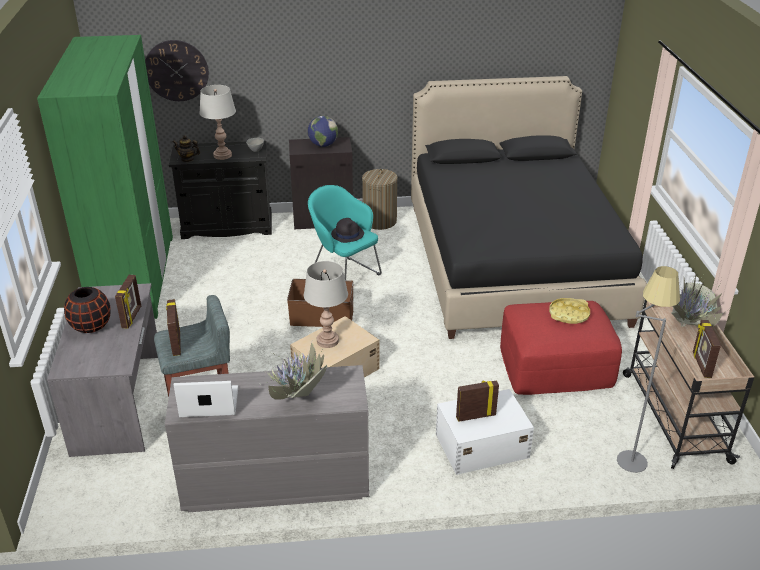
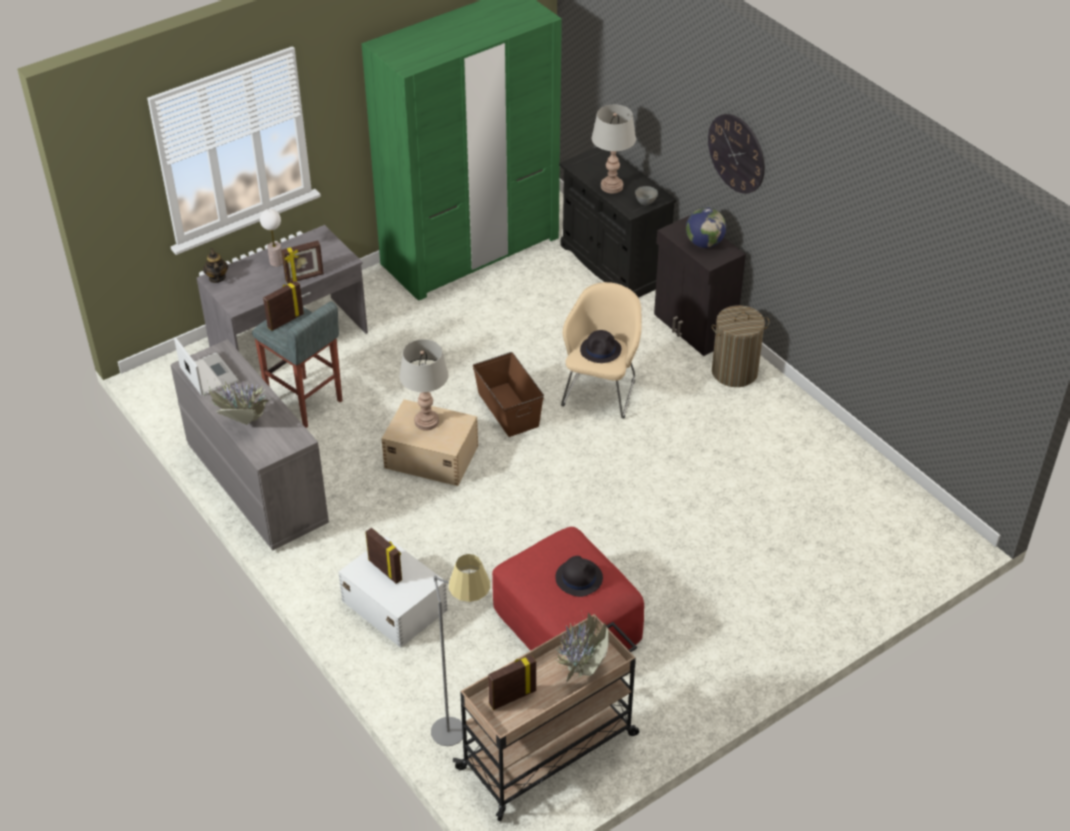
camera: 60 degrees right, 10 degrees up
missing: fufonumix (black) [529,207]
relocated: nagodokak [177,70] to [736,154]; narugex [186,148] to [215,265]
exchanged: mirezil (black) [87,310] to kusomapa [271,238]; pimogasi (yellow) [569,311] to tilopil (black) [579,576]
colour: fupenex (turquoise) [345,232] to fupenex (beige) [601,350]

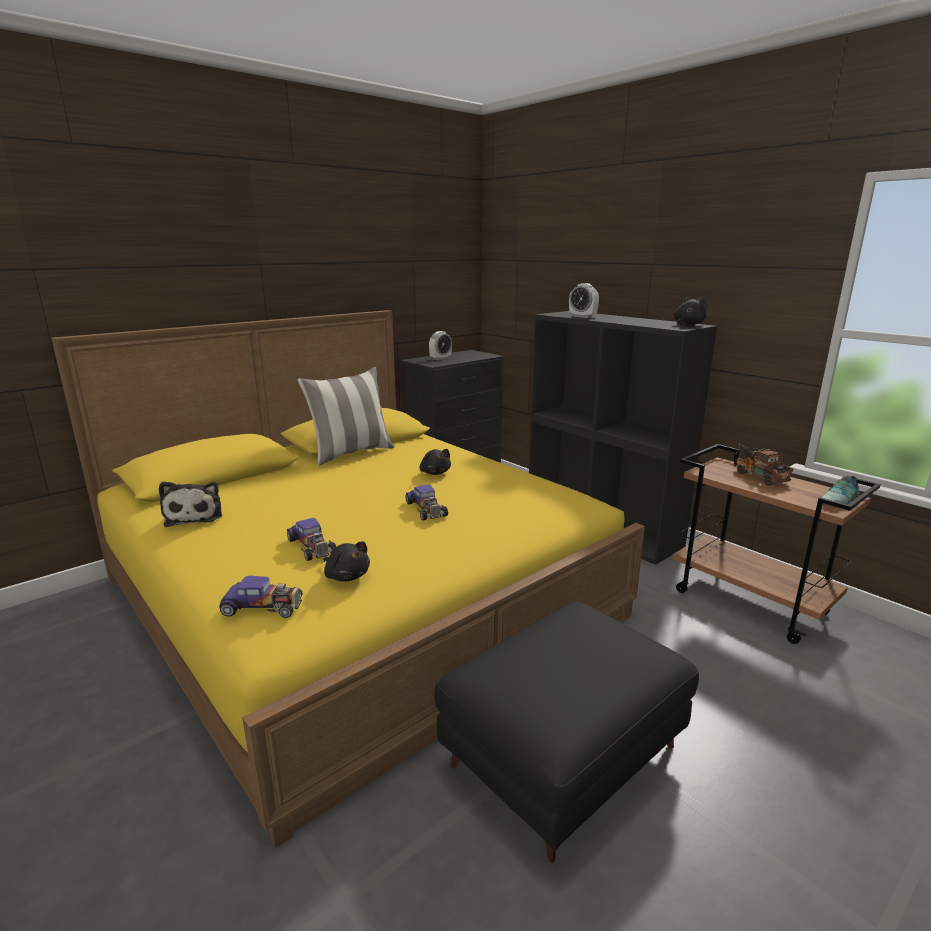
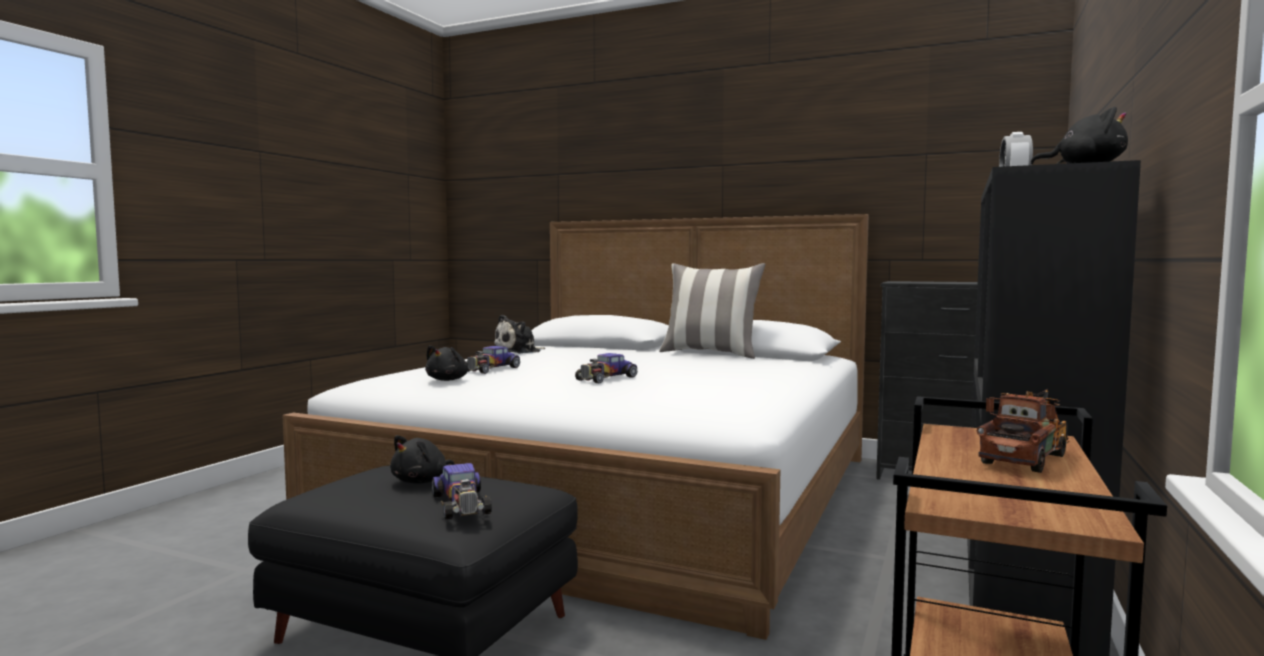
camera: 65 degrees right, 15 degrees down
missing: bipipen [440,345]; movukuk [840,490]
relocated: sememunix [261,597] to [462,491]; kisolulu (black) [435,462] to [422,459]
colour: fufonumix (yellow) [348,579] to fufonumix (white) [575,427]

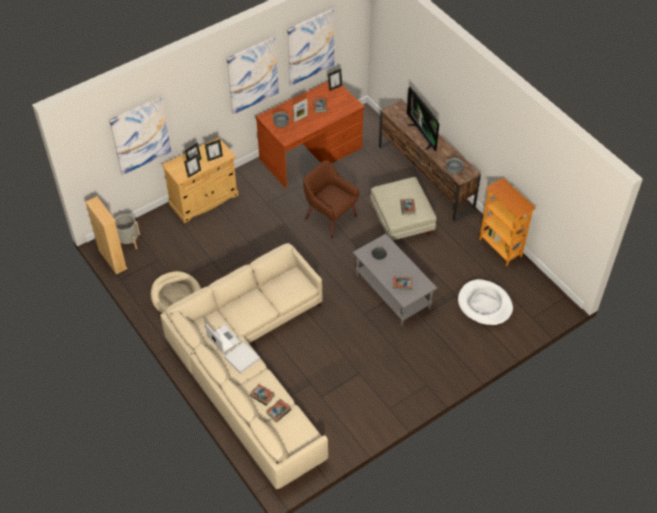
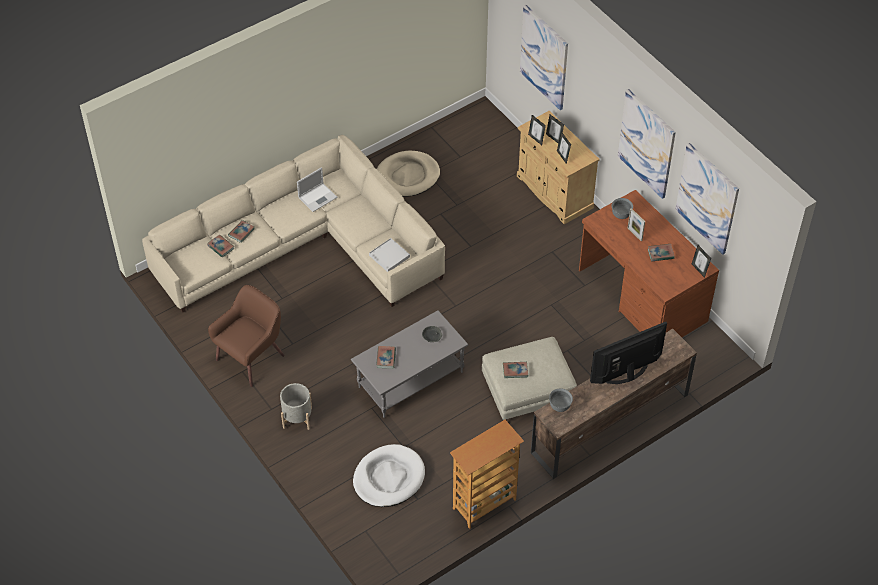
camera: 90 degrees right, 0 degrees up
missing: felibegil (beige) [107,235]
relocated: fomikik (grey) [127,232] to [296,406]; pimogasi (white) [242,357] to [389,255]; fupenex (brown) [331,199] to [246,336]

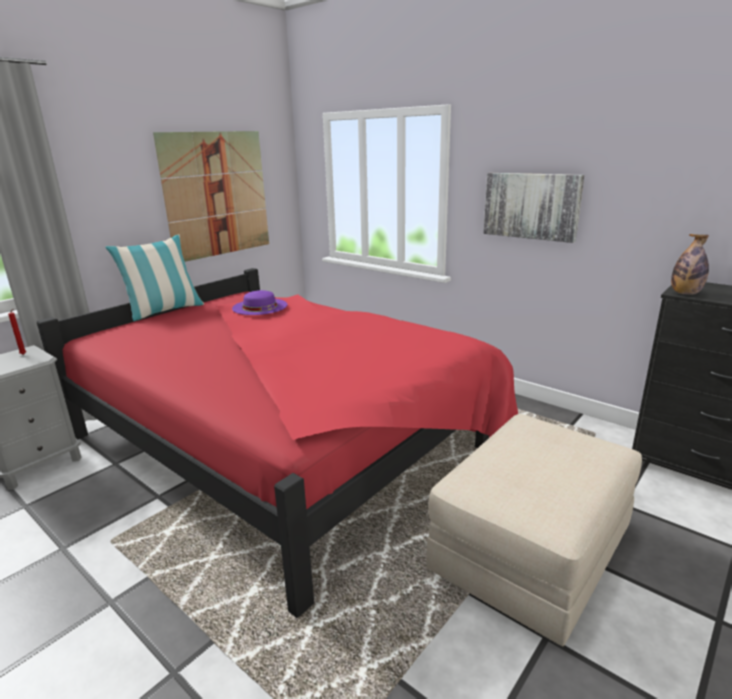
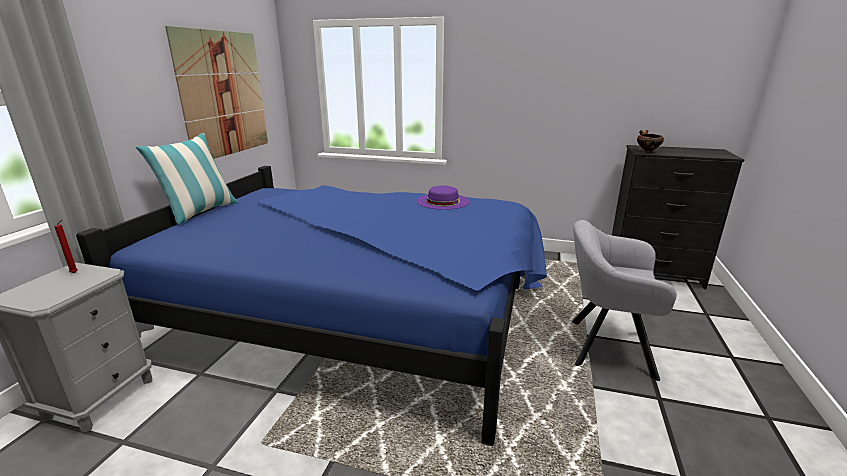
camera: 25 degrees left, 0 degrees up
missing: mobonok [534,208]
relocated: tilopil (purple) [260,302] to [443,198]
exchanged: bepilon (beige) [534,530] to fupenex (grey) [624,300]; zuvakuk [690,264] to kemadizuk [650,142]
colour: fufonumix (red) [277,443] to fufonumix (blue) [311,306]

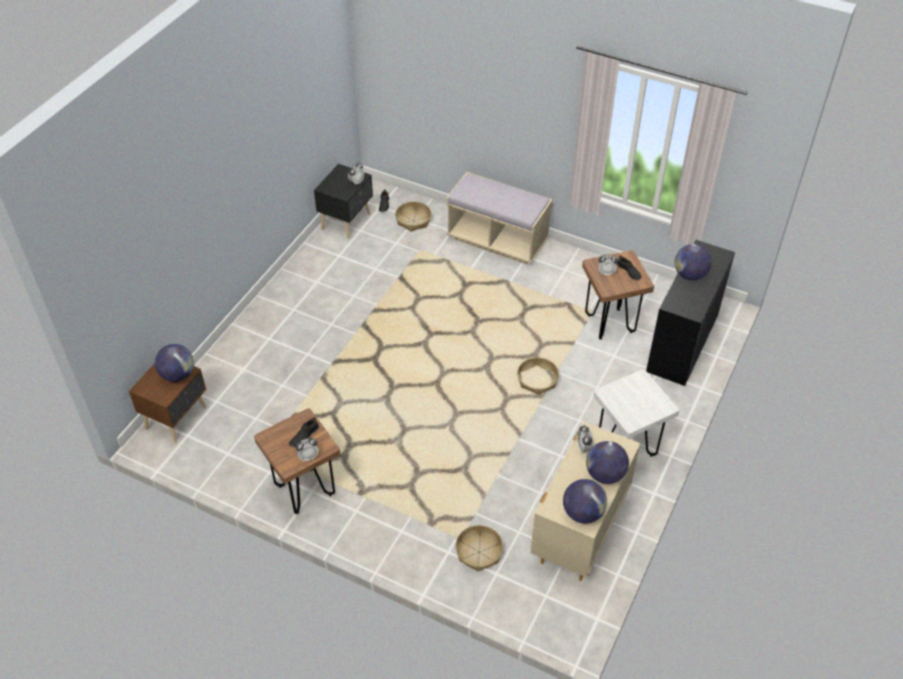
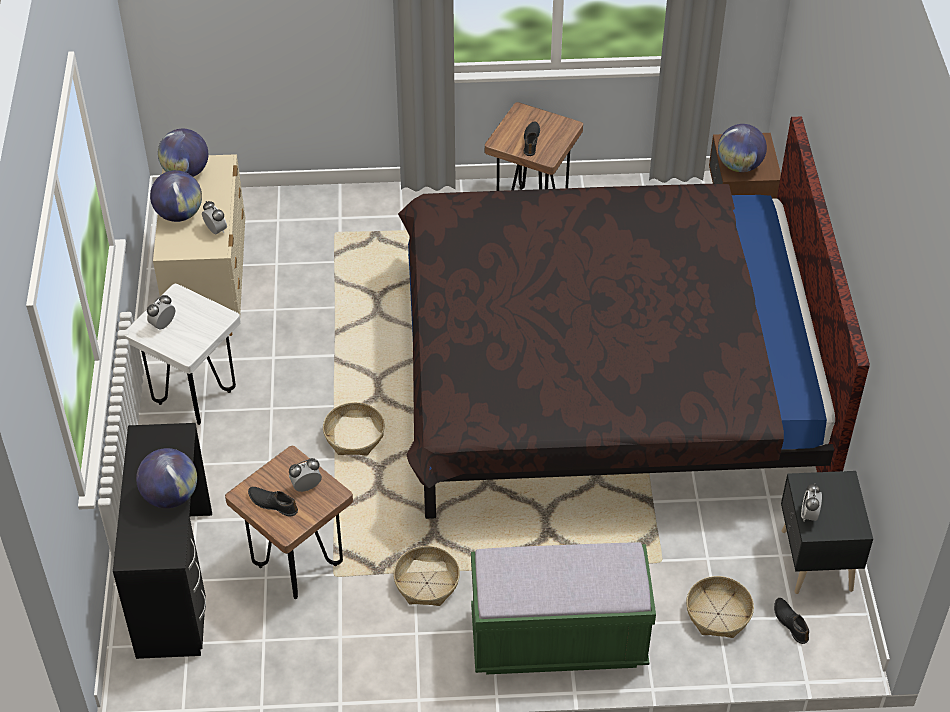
camera: 150 degrees right, 0 degrees up
appeared: fufonumix [634,317]
relocated: bipipen [307,450] to [161,312]; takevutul [479,548] to [426,576]
colour: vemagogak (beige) [499,218] to vemagogak (green) [563,608]

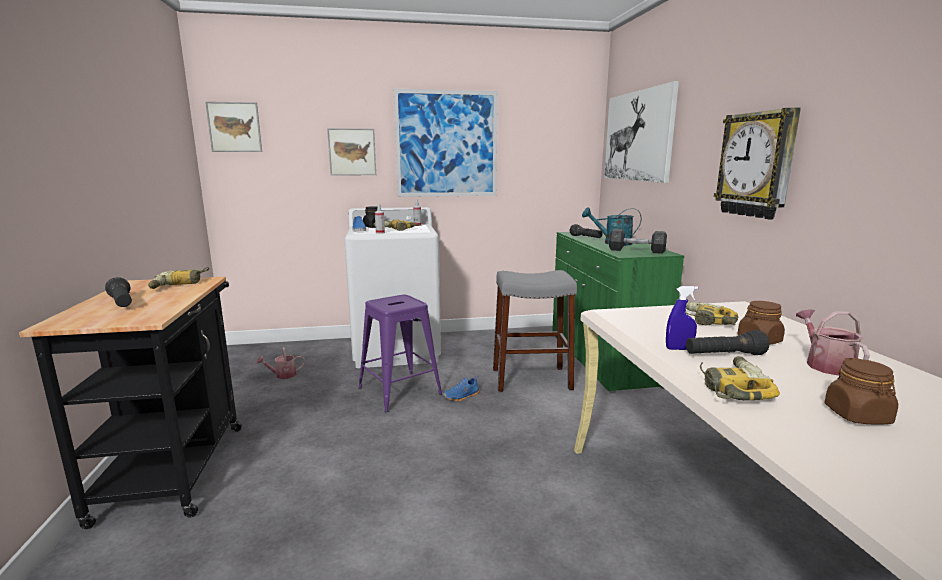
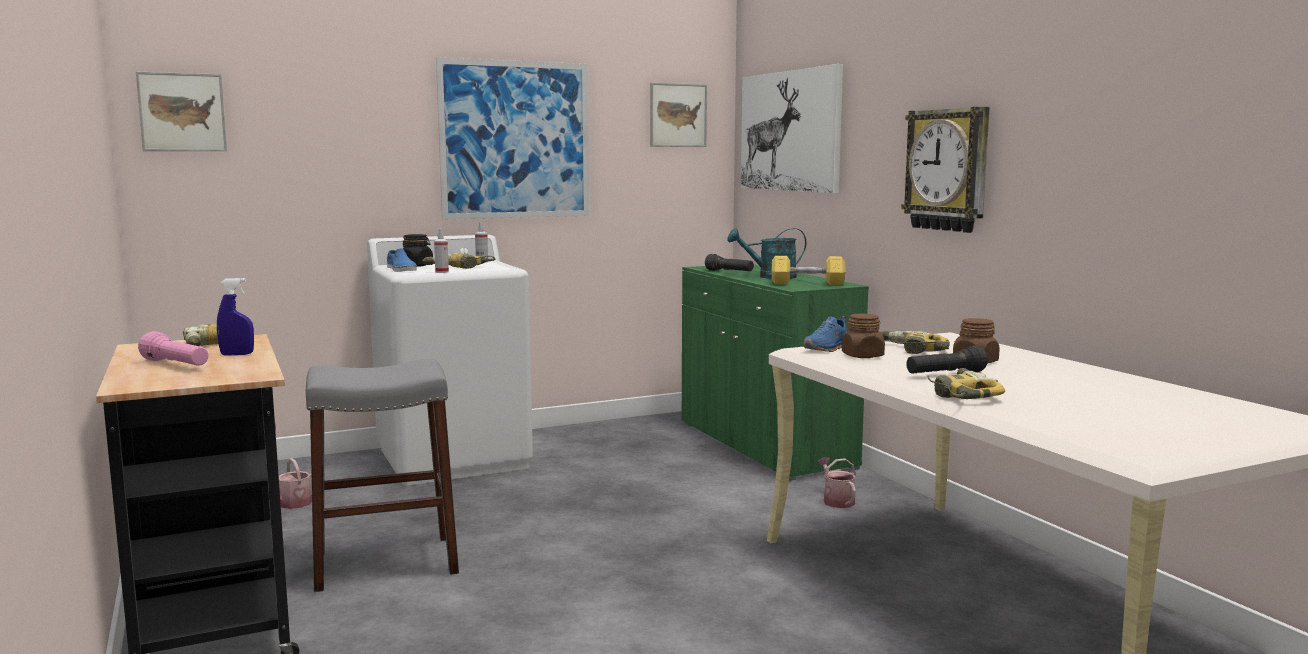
camera: 15 degrees left, 5 degrees down
missing: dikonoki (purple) [400,353]
relocated: mobonok [351,152] to [678,115]; movukuk (blue) [461,388] to [825,334]; dikonoki (grey) [535,331] to [382,475]; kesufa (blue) [682,318] to [235,317]; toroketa [833,342] to [836,482]; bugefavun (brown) [861,391] to [863,336]
colour: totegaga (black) [118,292] to totegaga (pink) [173,348]; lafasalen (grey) [638,241] to lafasalen (yellow) [808,270]

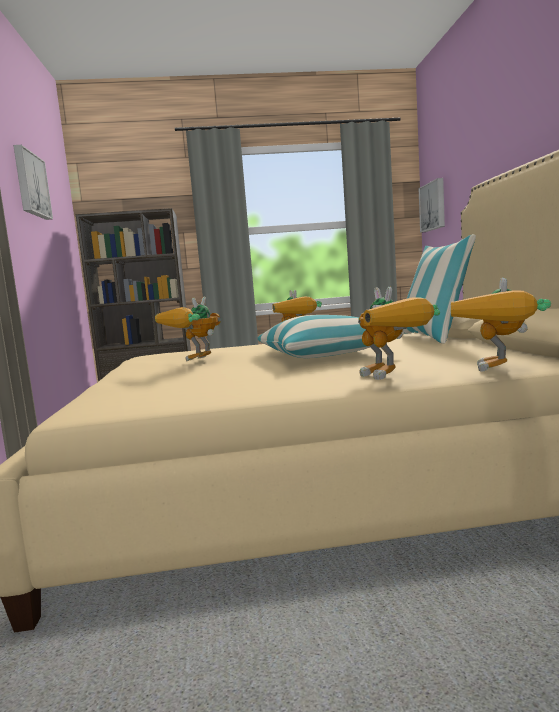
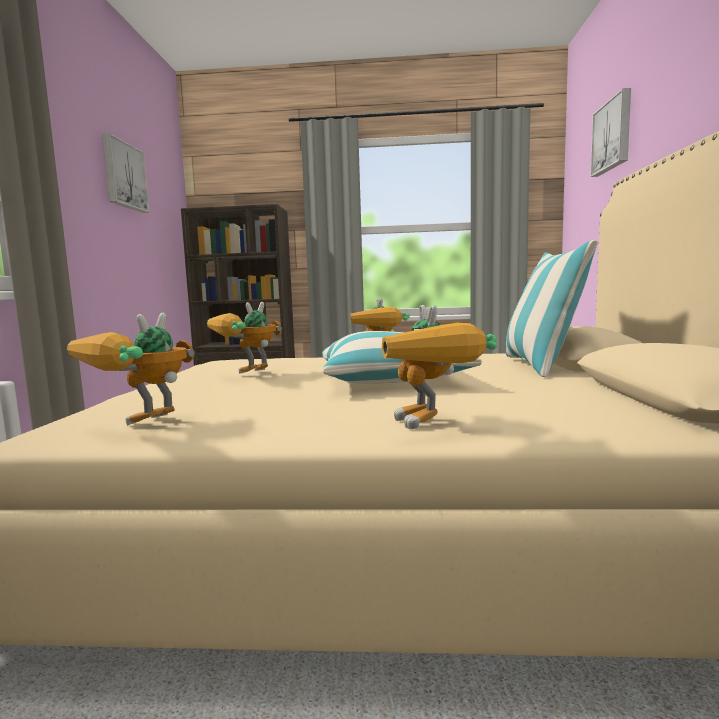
camera: 10 degrees right, 0 degrees up
relocated: mobonok [431,205] to [610,132]; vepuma [501,324] to [130,369]

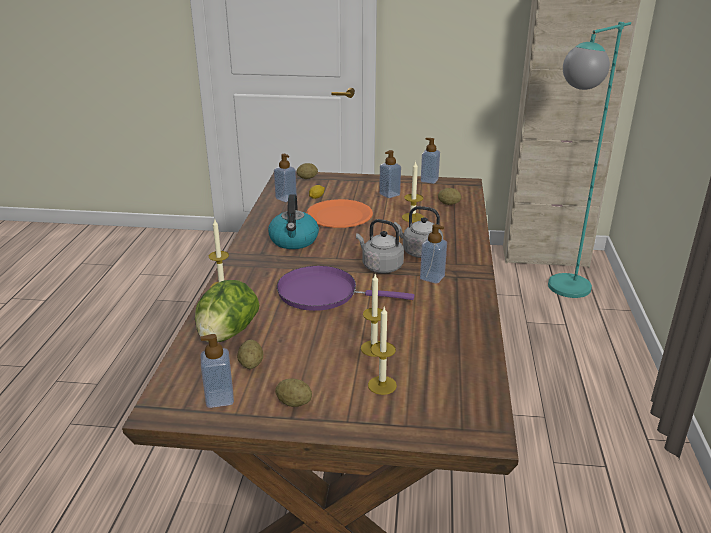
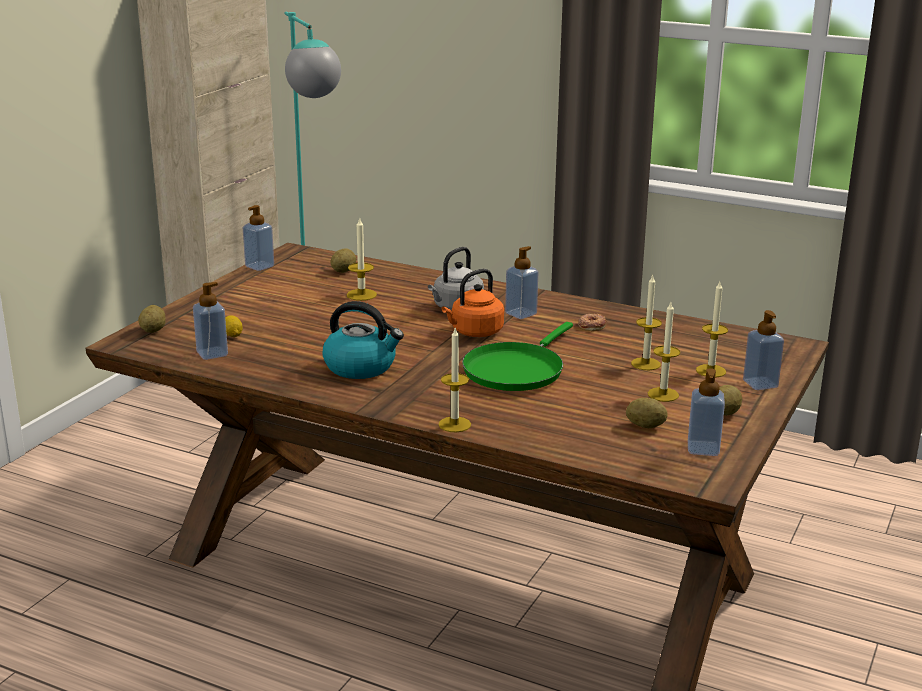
camera: 70 degrees left, 5 degrees down
missing: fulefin [227,311]; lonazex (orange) [340,213]
appeared: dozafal [592,322]; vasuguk [664,352]
relocated: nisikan [390,174] to [763,350]
colour: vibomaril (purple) [345,288] to vibomaril (green) [517,356]; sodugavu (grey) [380,246] to sodugavu (orange) [473,303]

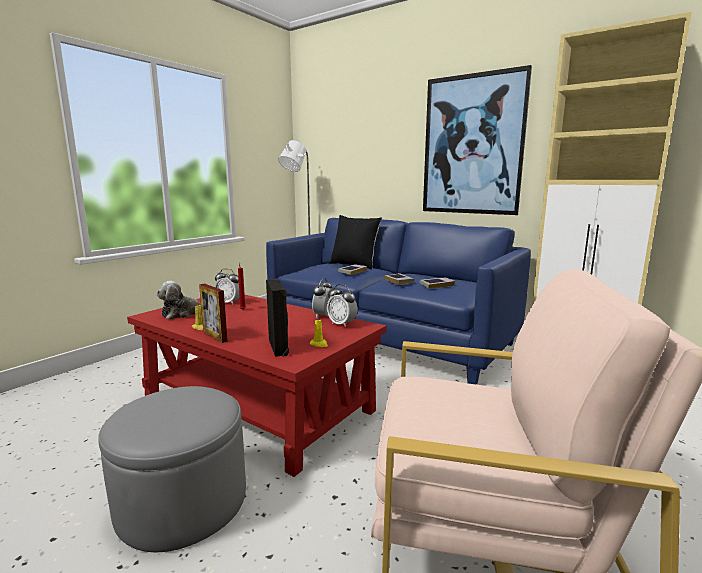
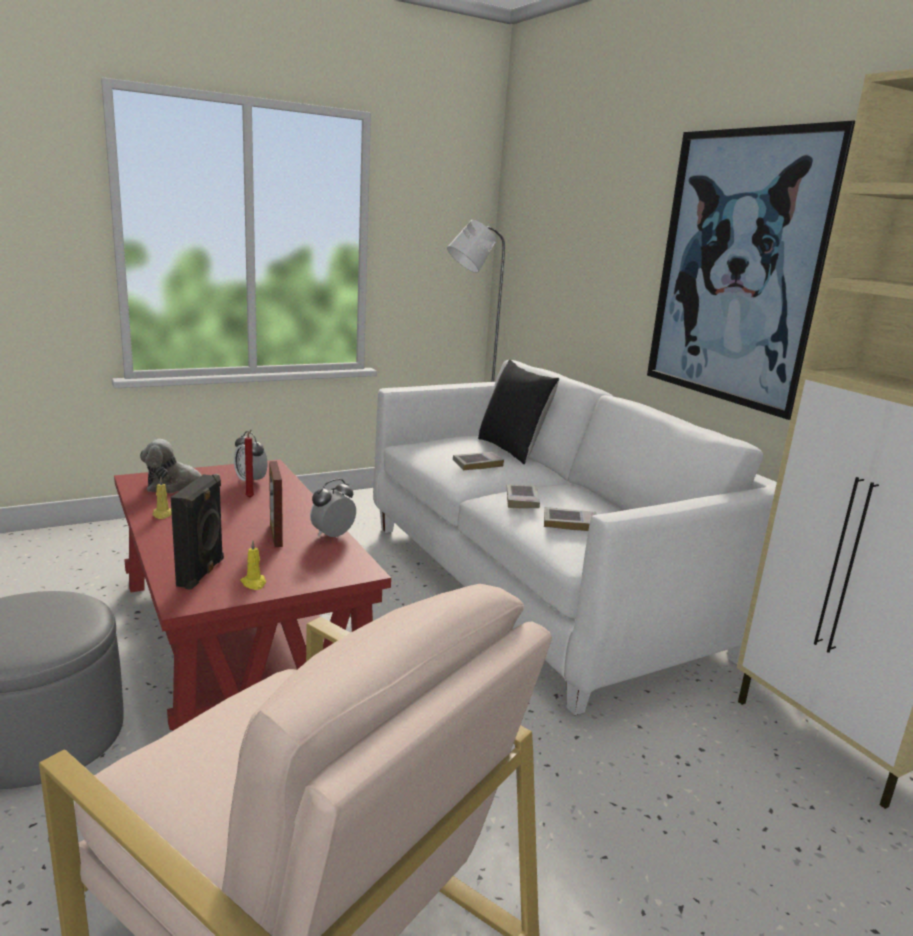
camera: 25 degrees right, 5 degrees up
missing: bipipen [342,306]
relocated: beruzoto [213,313] to [276,504]
colour: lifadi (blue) [398,301] to lifadi (white) [575,537]

